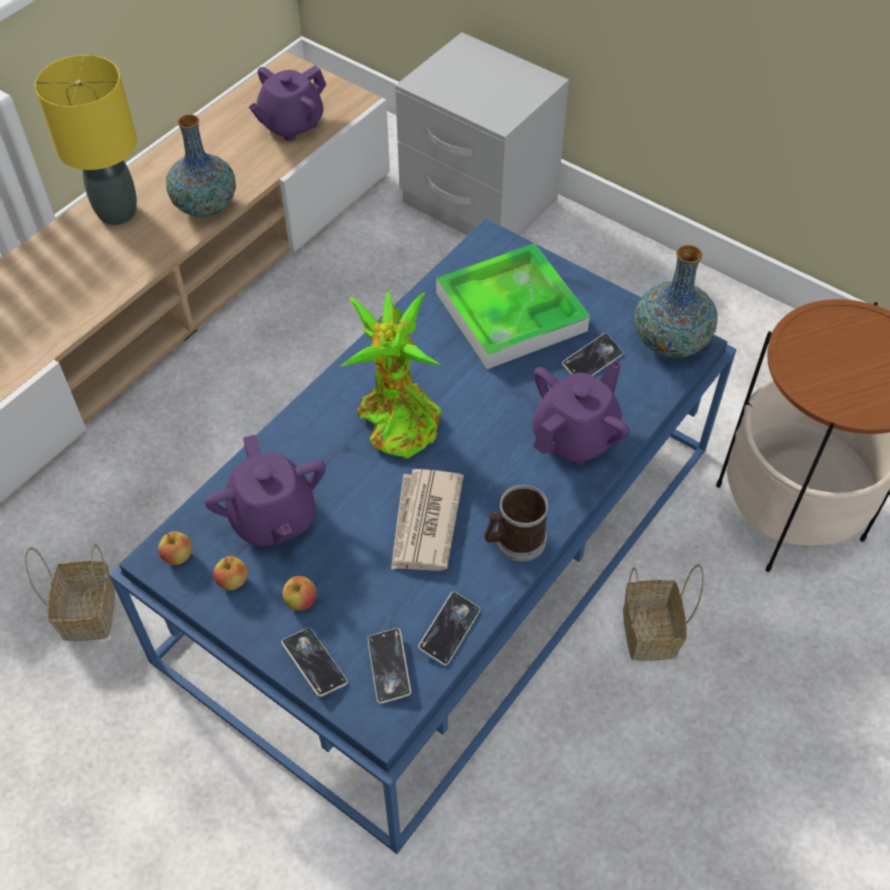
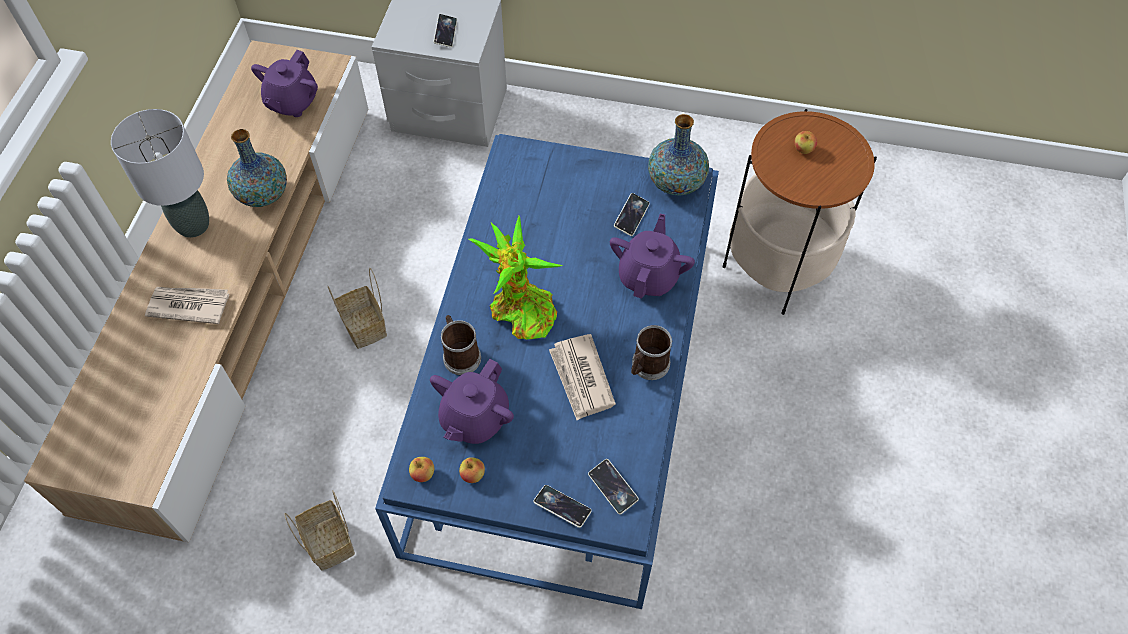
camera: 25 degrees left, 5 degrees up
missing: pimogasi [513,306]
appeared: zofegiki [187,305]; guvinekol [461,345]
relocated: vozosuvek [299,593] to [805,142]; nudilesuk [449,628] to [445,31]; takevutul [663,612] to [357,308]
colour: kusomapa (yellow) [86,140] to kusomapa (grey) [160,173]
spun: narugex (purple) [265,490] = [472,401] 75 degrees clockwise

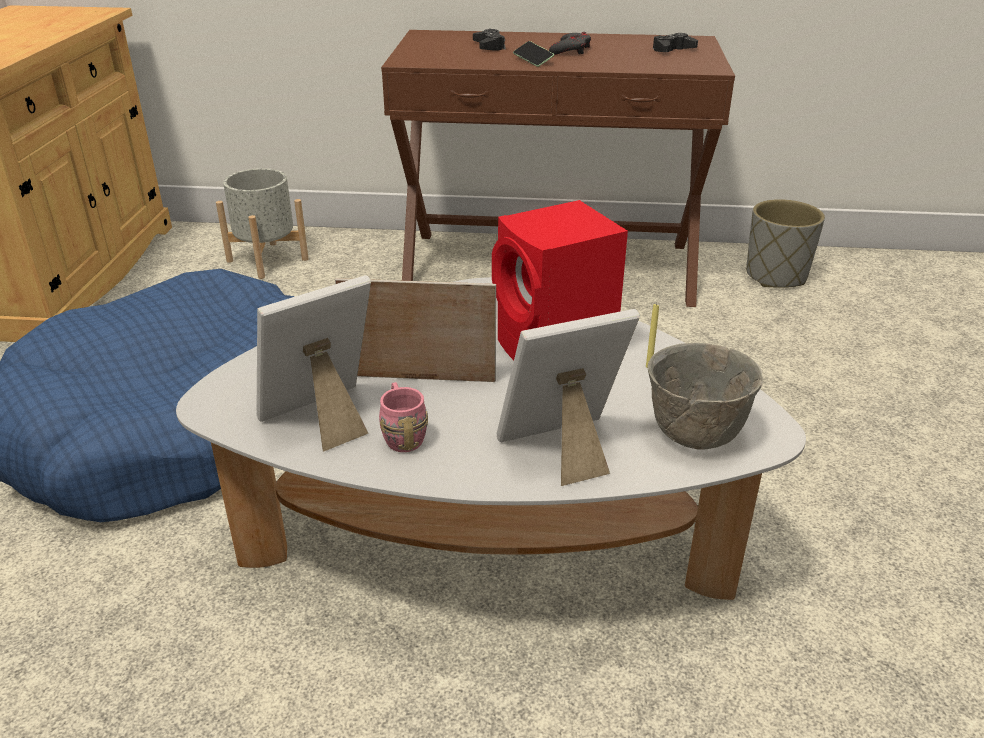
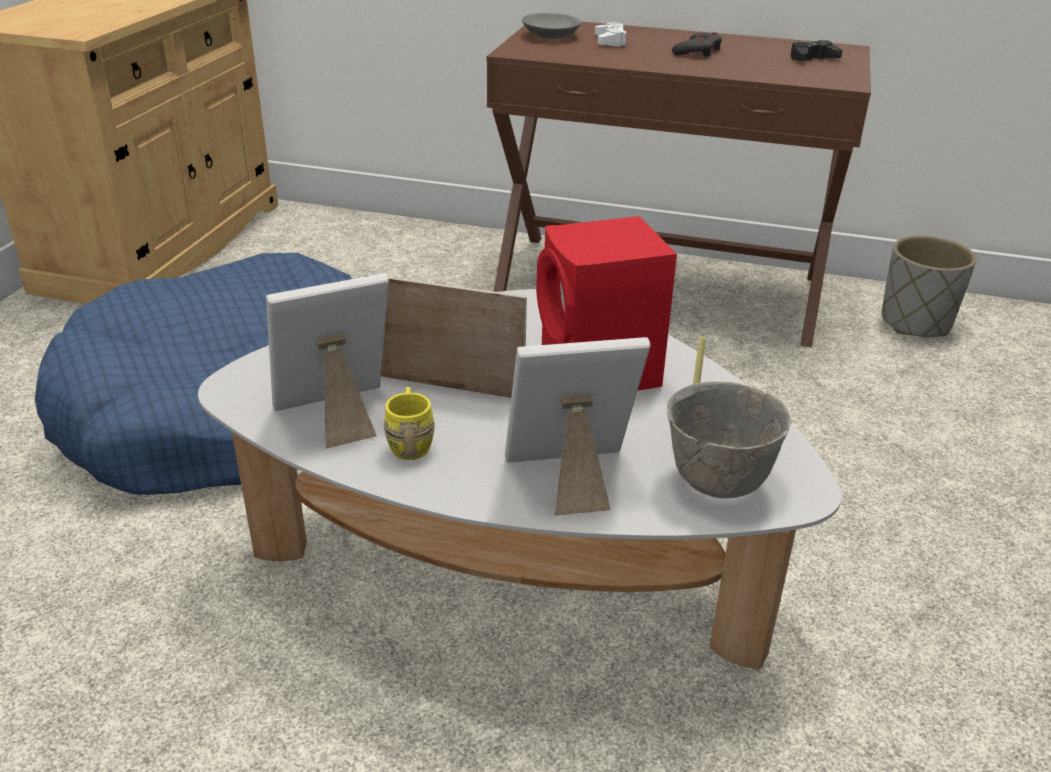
camera: 10 degrees right, 0 degrees up
missing: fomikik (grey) [262,223]; nudilesuk [533,54]
appeared: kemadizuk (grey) [551,26]
colour: guvinekol (pink) [403,417] to guvinekol (yellow) [409,423]; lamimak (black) [489,40] to lamimak (white) [611,34]

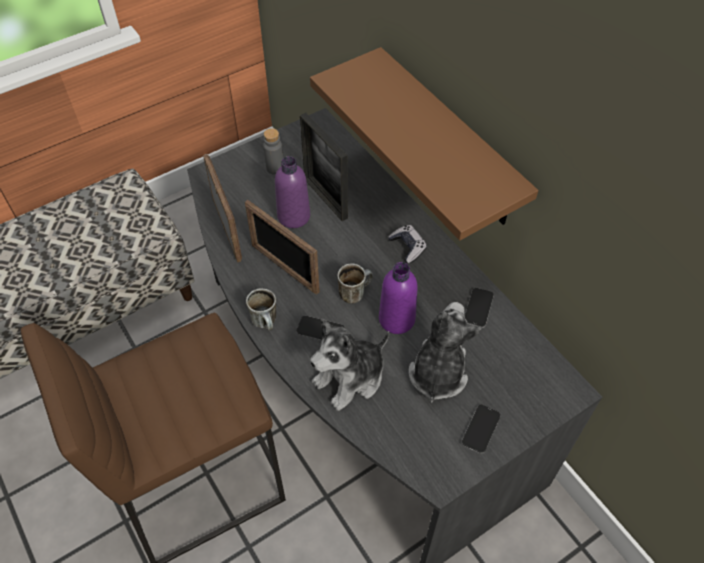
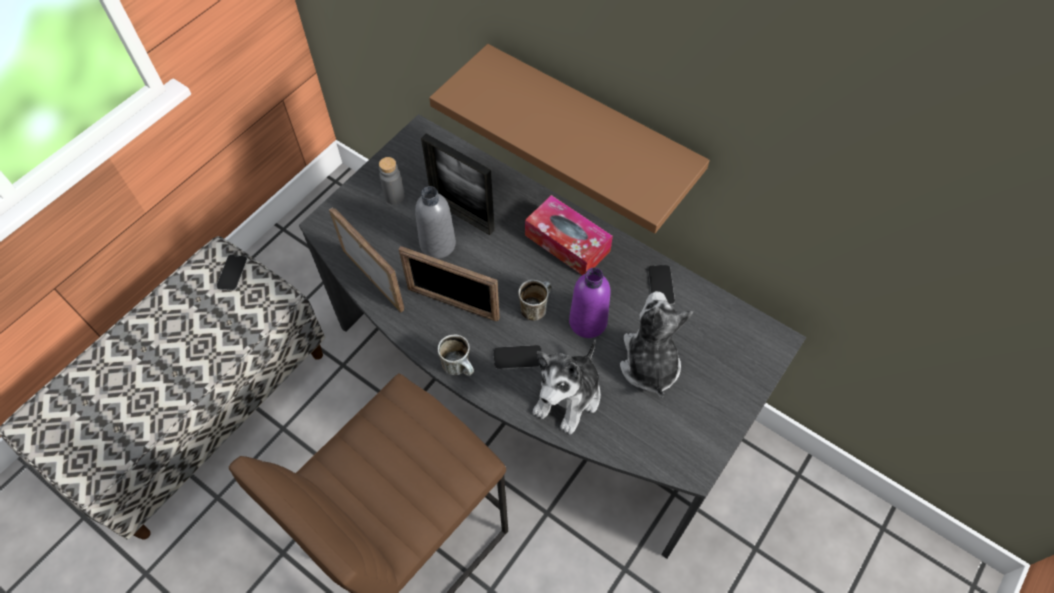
camera: 20 degrees left, 5 degrees up
relocated: nudilesuk [481,429] to [232,273]
exchanged: lamimak [407,244] to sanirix [569,235]
colour: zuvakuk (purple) [292,192] to zuvakuk (grey) [435,222]

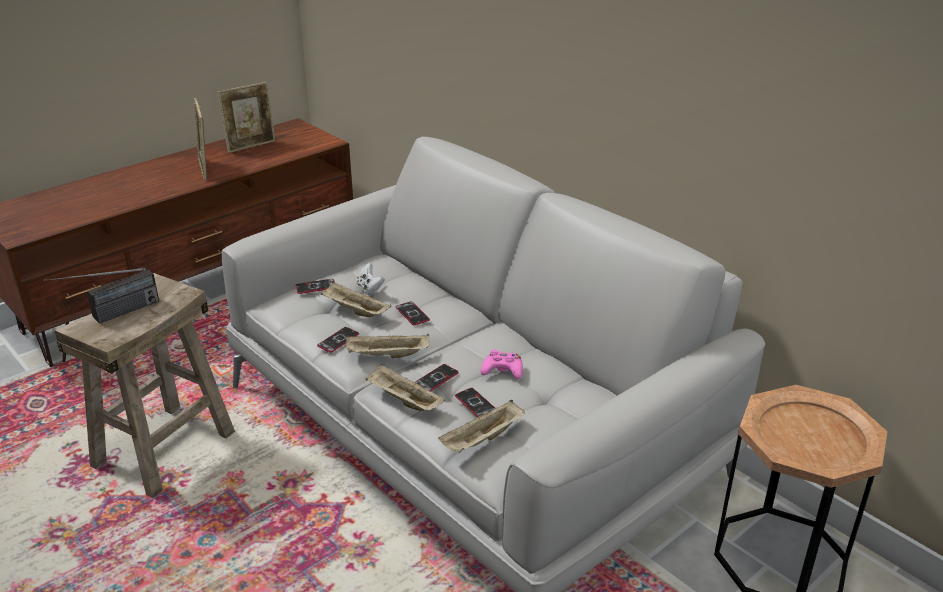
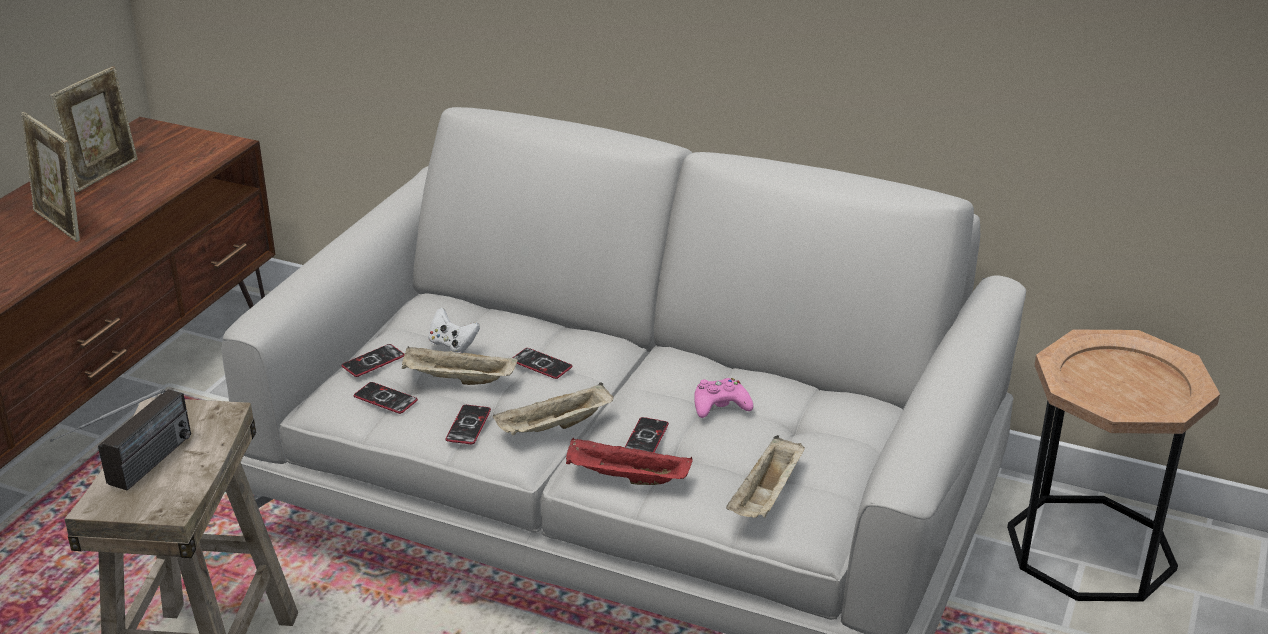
camera: 25 degrees left, 0 degrees up
relocated: nudilesuk [475,402] to [386,398]
colour: pimogasi (beige) [405,387] to pimogasi (red) [629,461]

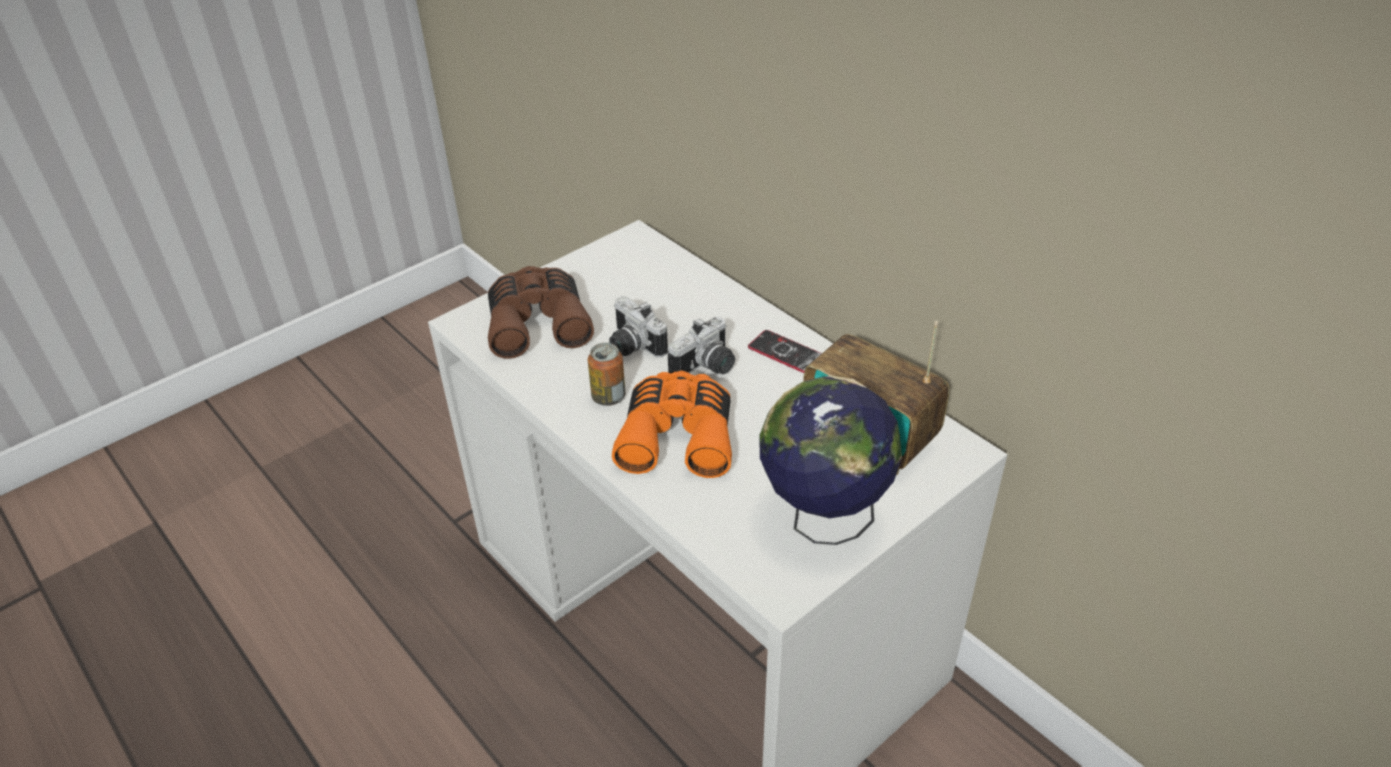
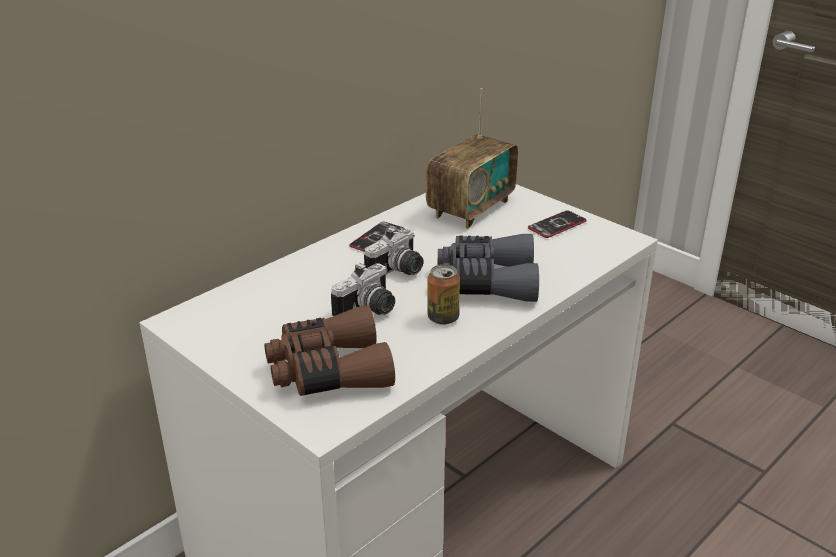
camera: 95 degrees left, 10 degrees down
exchanged: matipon [830,460] to nudilesuk [557,224]
colour: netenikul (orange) [672,424] to netenikul (grey) [488,268]
spun: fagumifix [701,345] = [394,251] 90 degrees clockwise

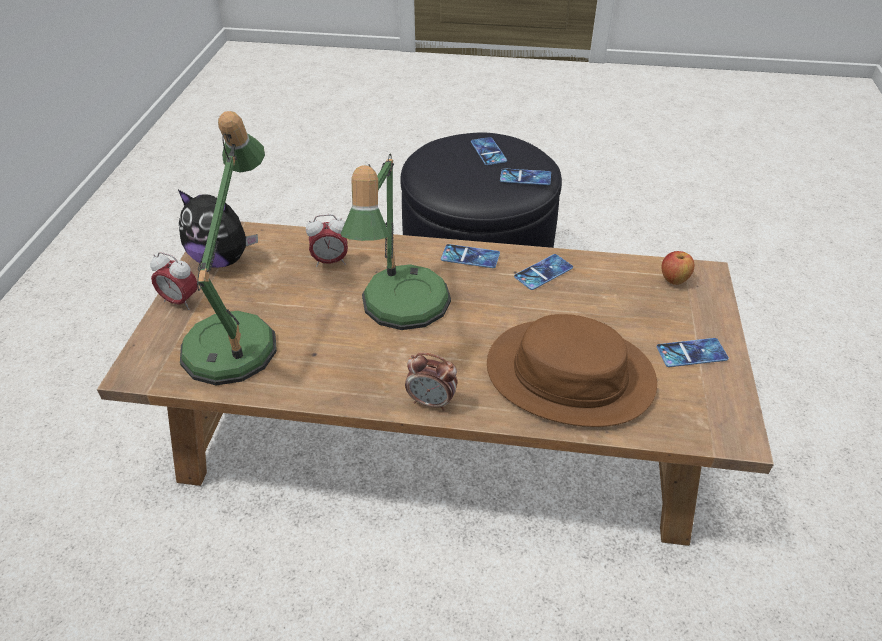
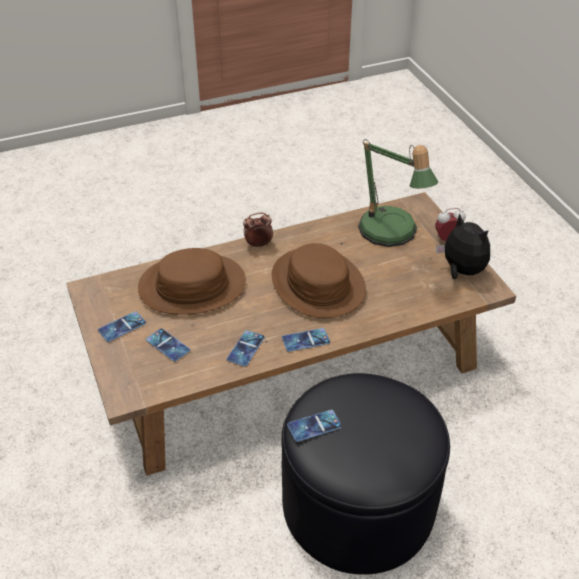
camera: 150 degrees right, 0 degrees up
missing: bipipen [327,240]; vozosuvek [678,268]
relocated: nudilesuk [489,151] to [168,345]
exchanged: kusomapa [396,242] to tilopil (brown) [319,280]
spun: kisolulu [218,229] = [463,246] 60 degrees clockwise

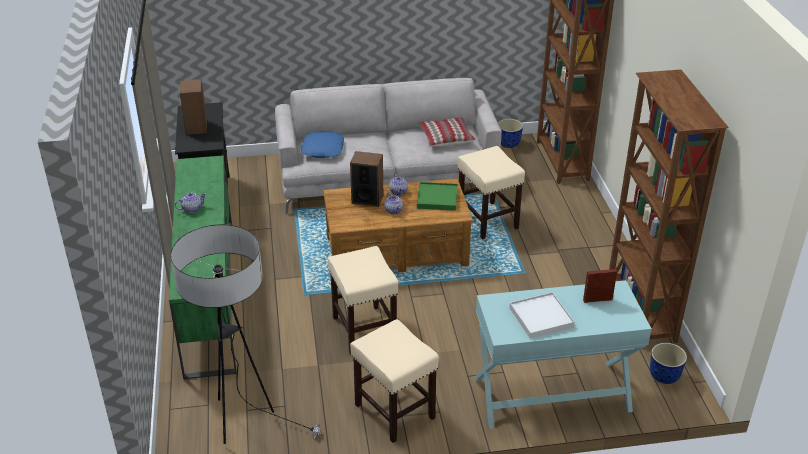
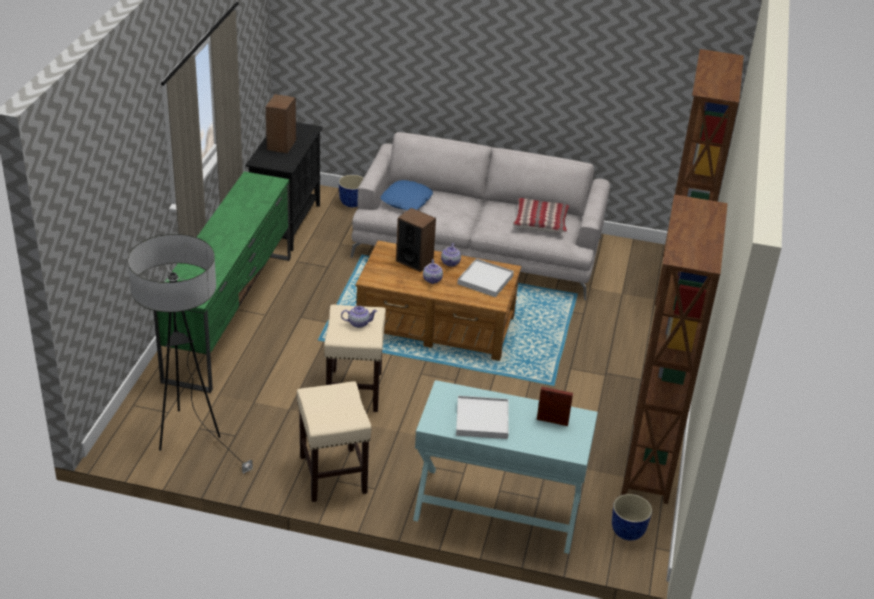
camera: 20 degrees right, 0 degrees up
missing: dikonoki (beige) [491,192]
relocated: narugex [191,202] to [359,317]; fomikik [510,133] to [351,191]
colour: pimogasi (green) [437,196] to pimogasi (white) [485,277]

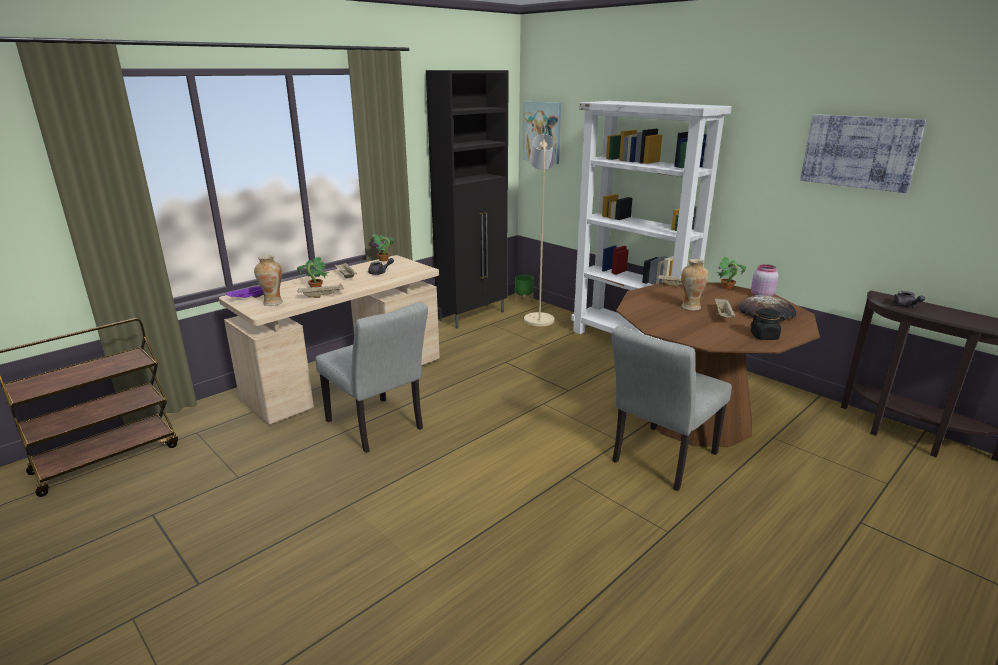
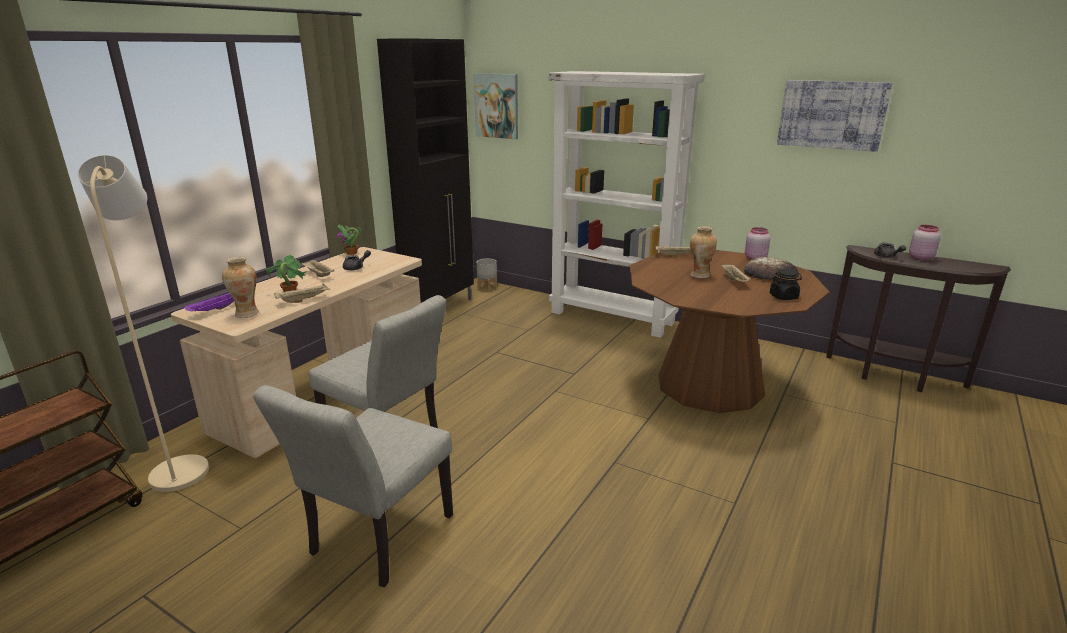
camera: 15 degrees left, 0 degrees up
missing: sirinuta [731,273]
appeared: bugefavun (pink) [925,242]
relocated: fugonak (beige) [539,230] to [143,323]; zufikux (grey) [671,408] to [353,486]
colour: fomikik (green) [524,290] to fomikik (grey) [487,274]

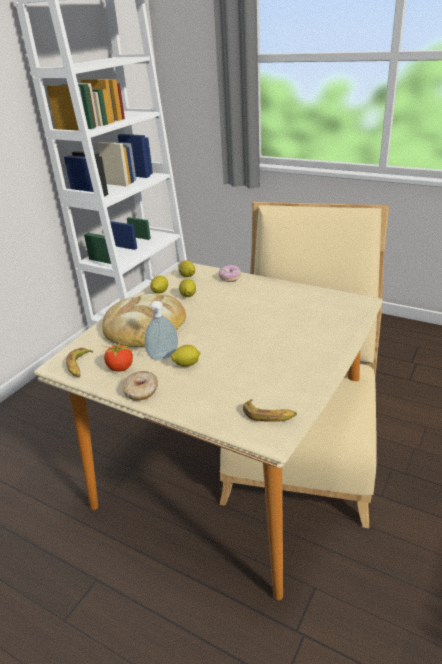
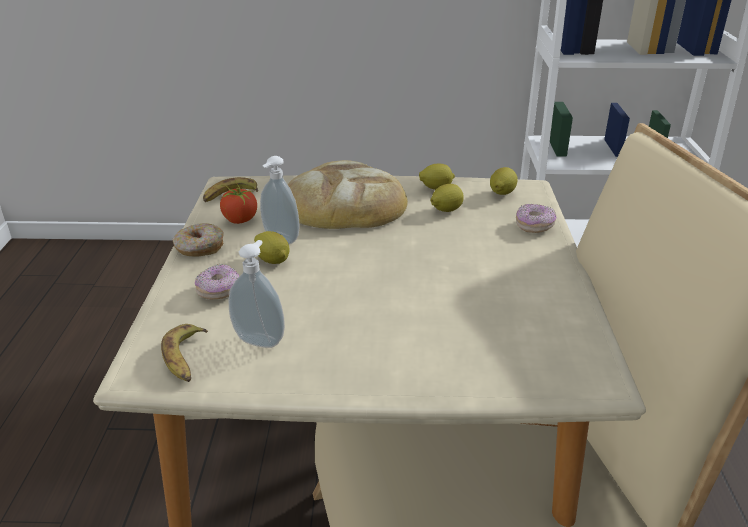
camera: 60 degrees right, 0 degrees up
appeared: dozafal [217,281]; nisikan [257,294]

